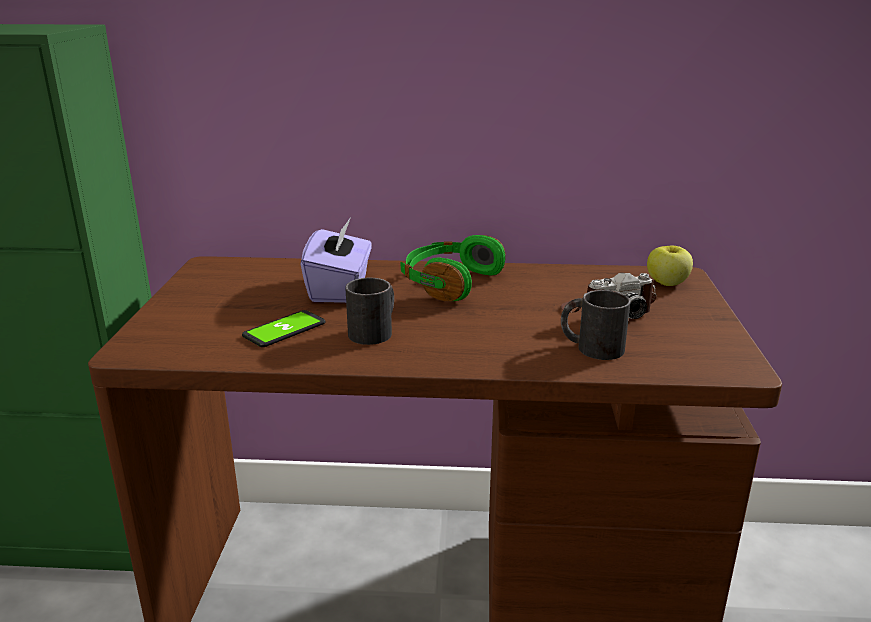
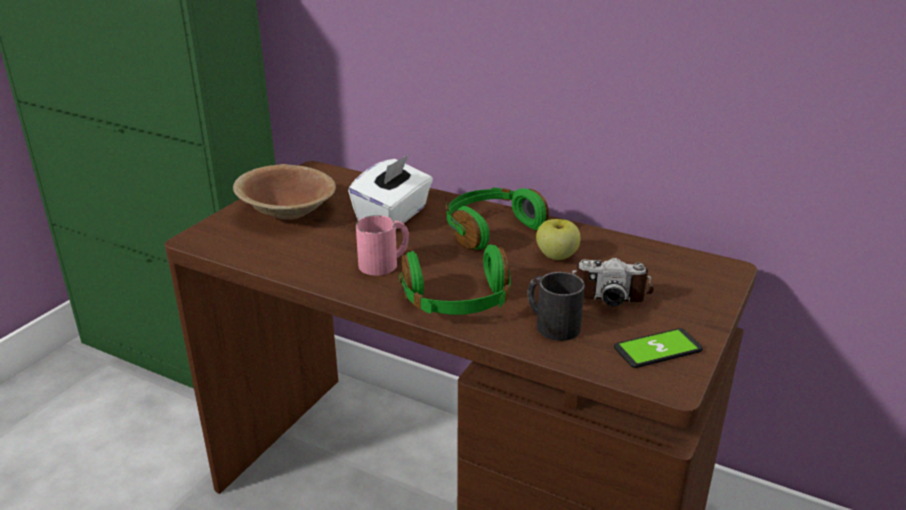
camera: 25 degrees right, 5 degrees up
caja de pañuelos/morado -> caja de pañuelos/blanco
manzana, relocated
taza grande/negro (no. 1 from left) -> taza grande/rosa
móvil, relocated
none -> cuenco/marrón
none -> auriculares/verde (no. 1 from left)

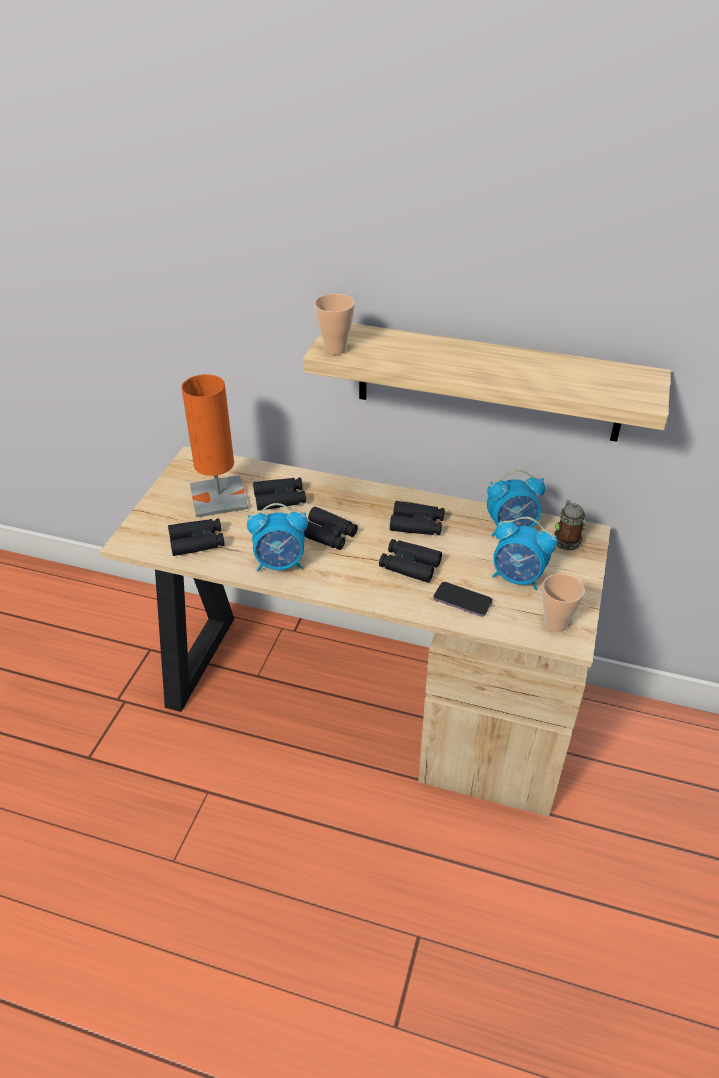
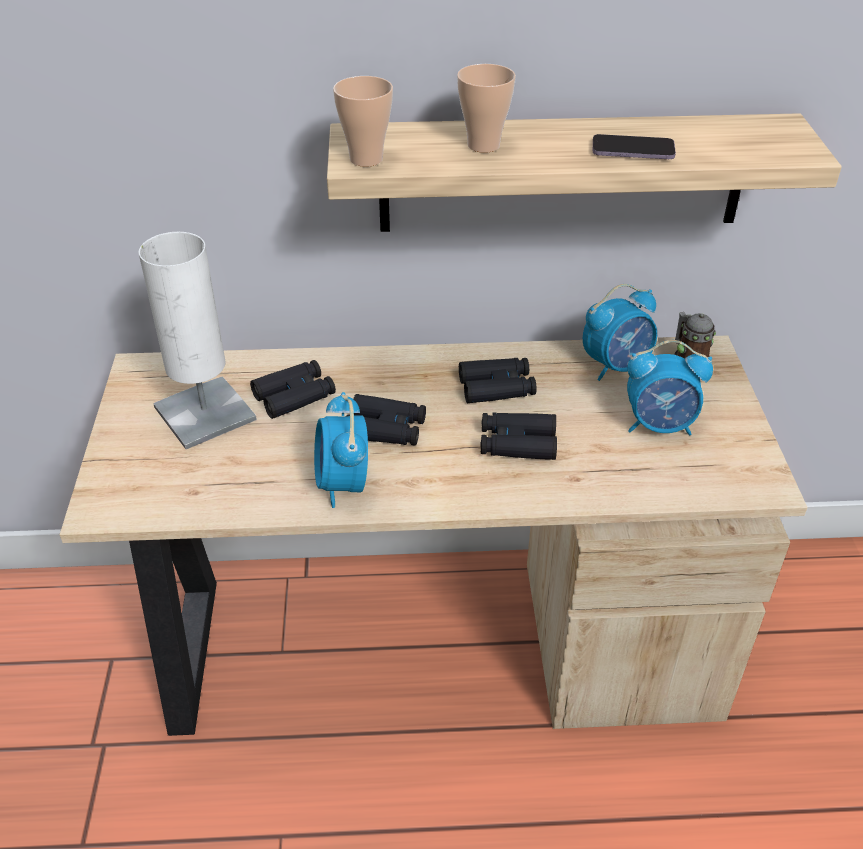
camera: 20 degrees left, 0 degrees up
lámpara de mesa/naranja -> lámpara de mesa/blanco
despertador (no. 1 from left), 105 degrees clockwise
prismáticos/negro (no. 1 from left) -> none
taza (no. 2 from left), relocated
móvil, relocated

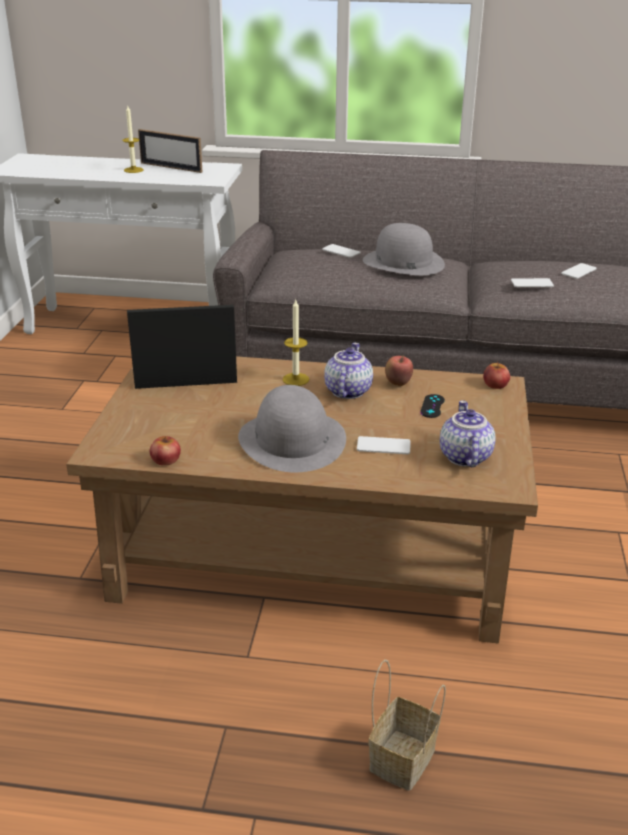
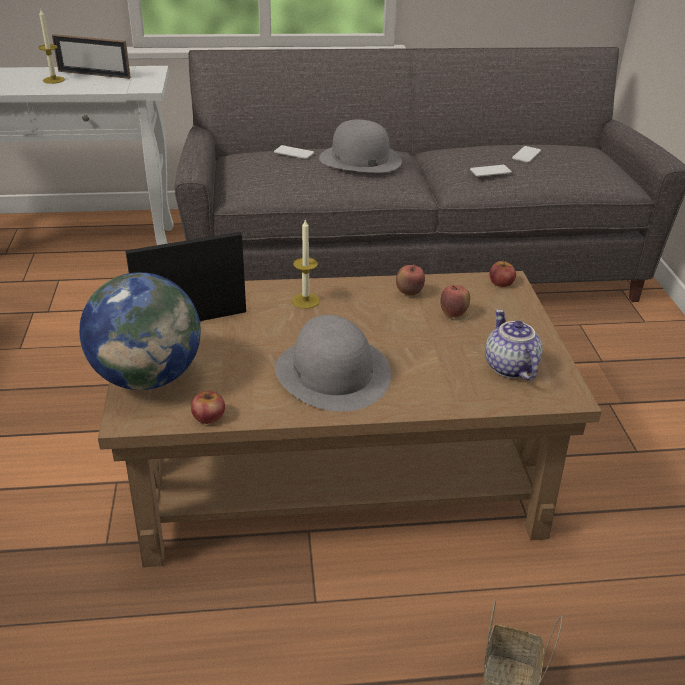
camera: 15 degrees left, 5 degrees up
tetera (no. 1 from left) -> none
mando de consola/negro -> manzana (no. 3 from left)
móvil (no. 2 from left) -> none
none -> globo terráqueo

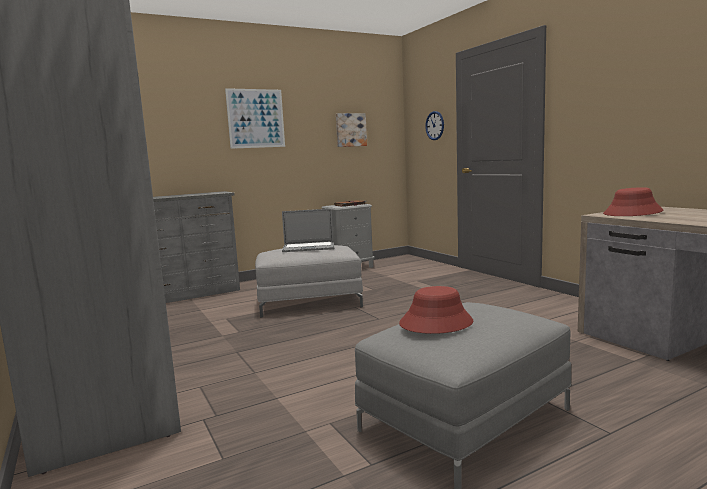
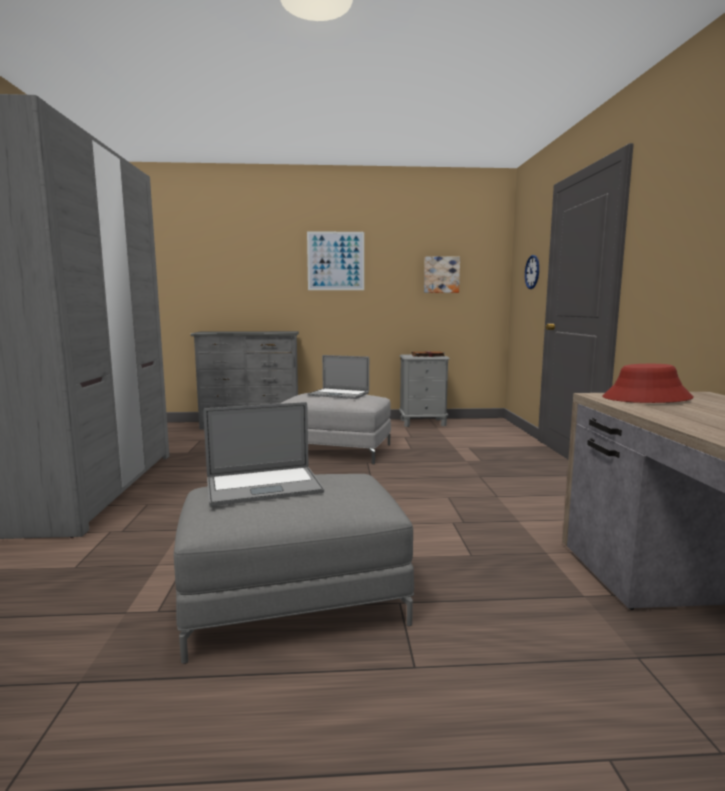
camera: 25 degrees right, 0 degrees up
sombrero/rojo (no. 1 from left) -> portátil (no. 1 from left)

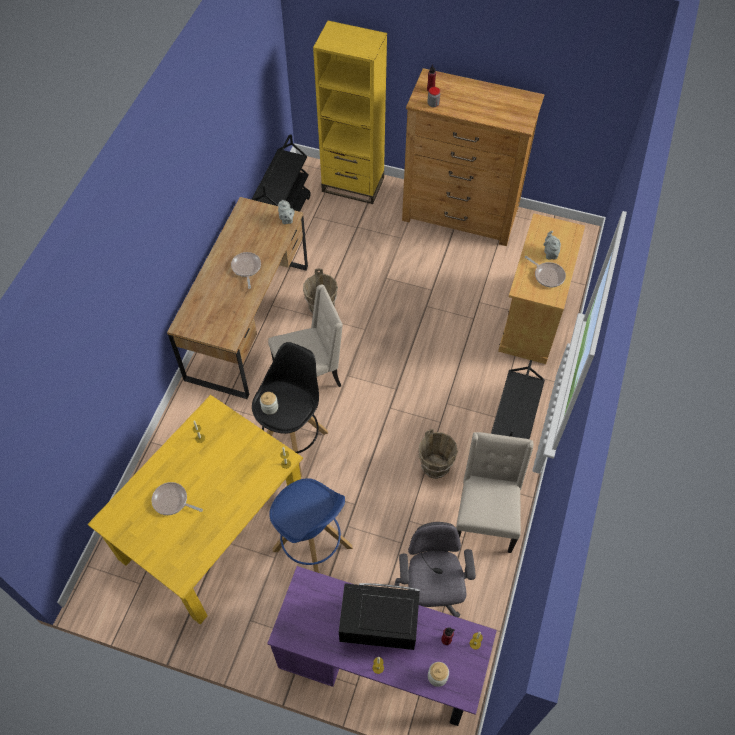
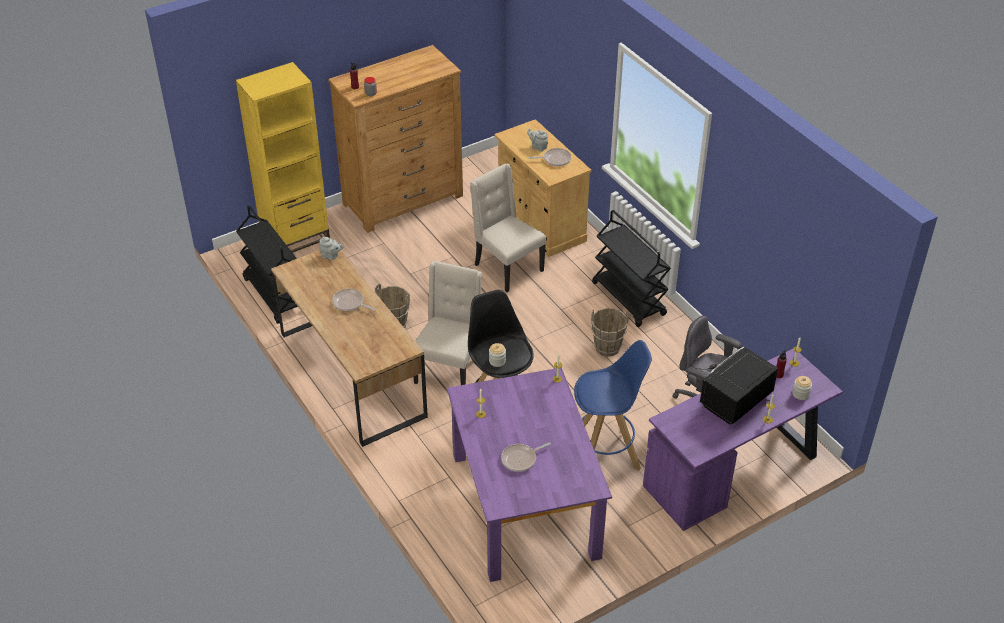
camera: 50 degrees left, 15 degrees down
mesa de comedor/amarillo -> mesa de comedor/morado
silla/beis (no. 2 from left), relocated

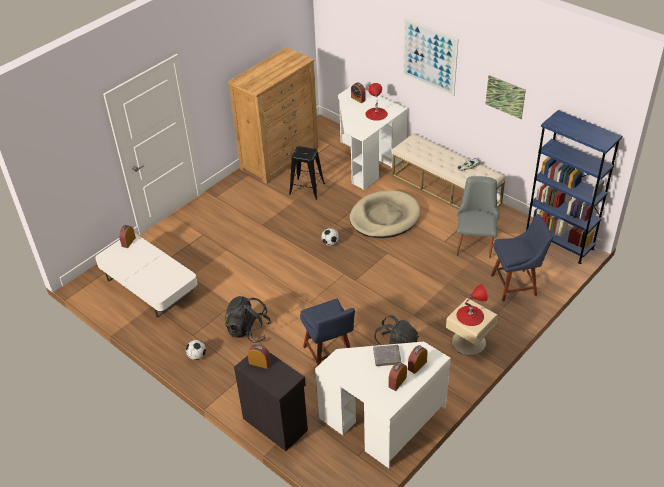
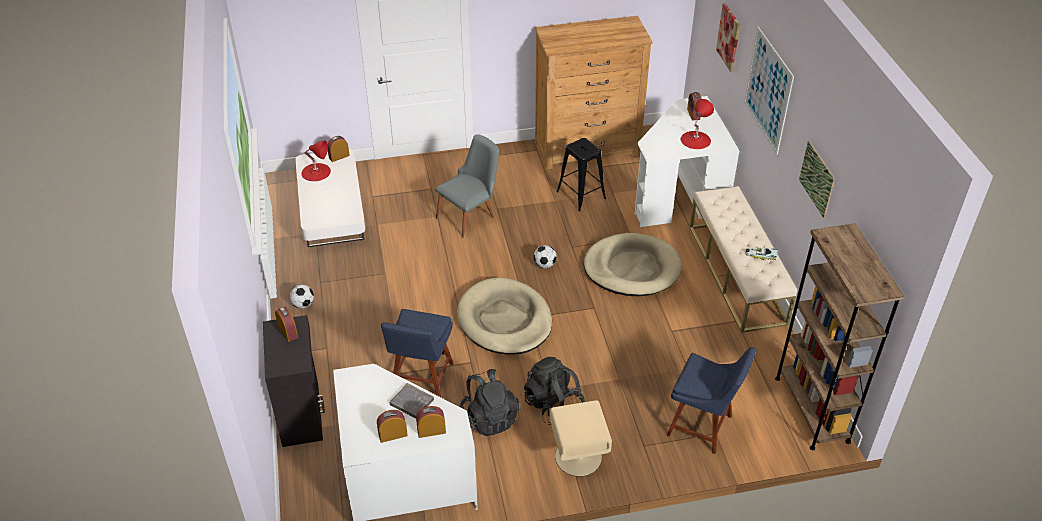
camera: 35 degrees right, 0 degrees up
estantería/azul -> estantería/marrón
silla/gris, relocated
lámpara de mesa/rojo (no. 2 from left in the first image) -> lámpara de mesa/rojo (no. 1 from left), relocated
mochila/negro (no. 1 from left in the first image) -> mochila/negro (no. 2 from left), relocated
none -> cuadro (no. 1 from left)
none -> cama para perro/beis (no. 1 from left)

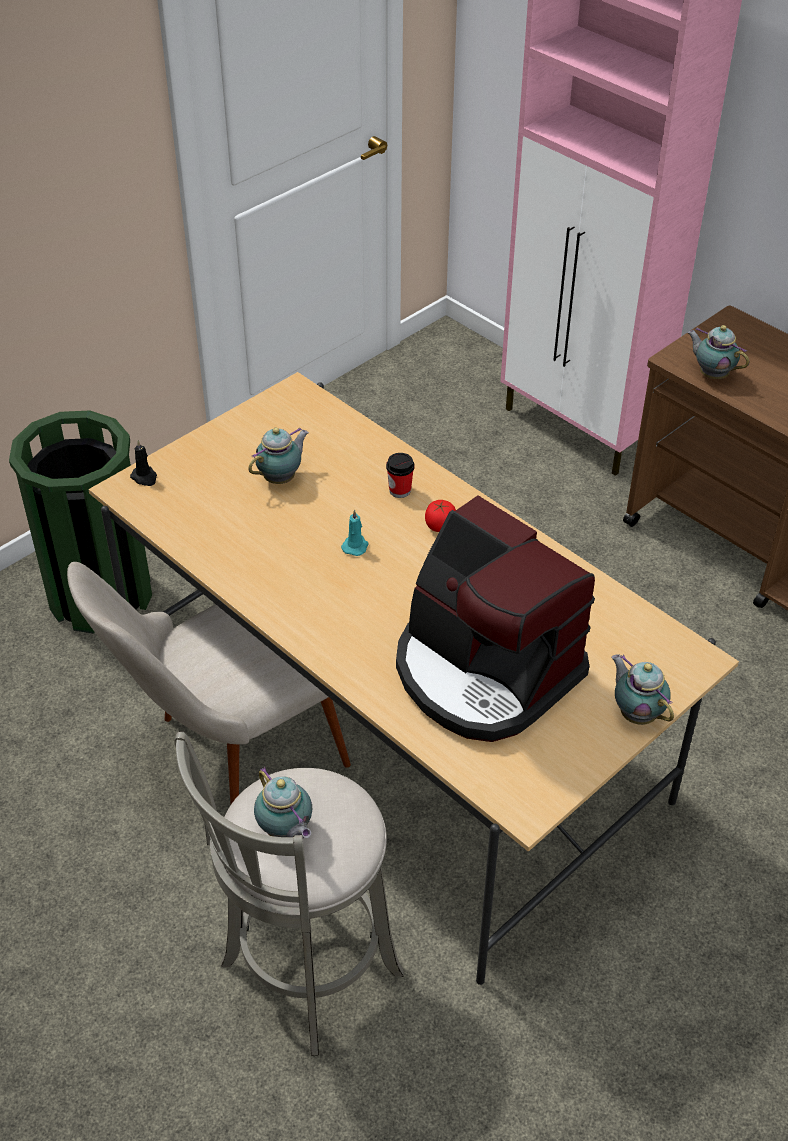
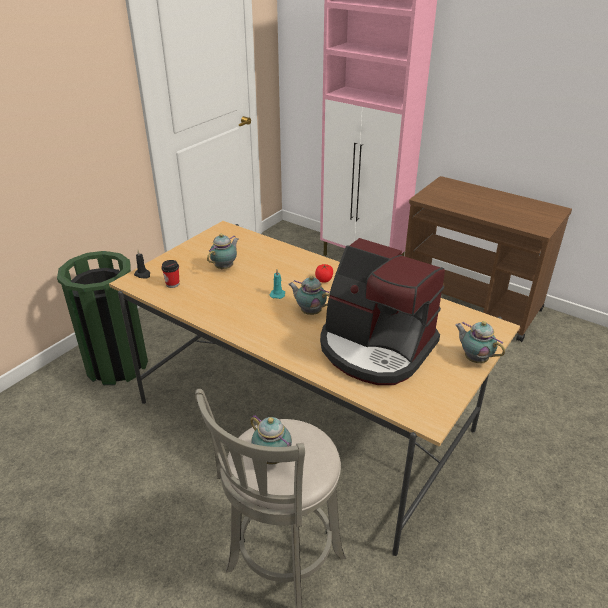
camera: 10 degrees left, 10 degrees down
tetera (no. 4 from left in the first image) -> tetera (no. 3 from left), relocated
taza, relocated
silla/beis -> none

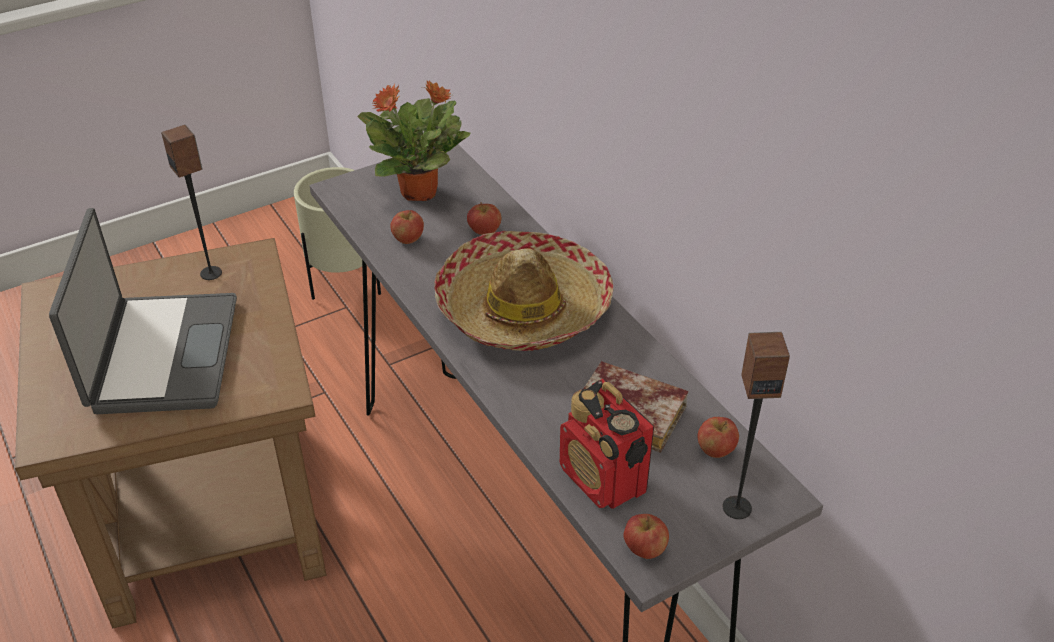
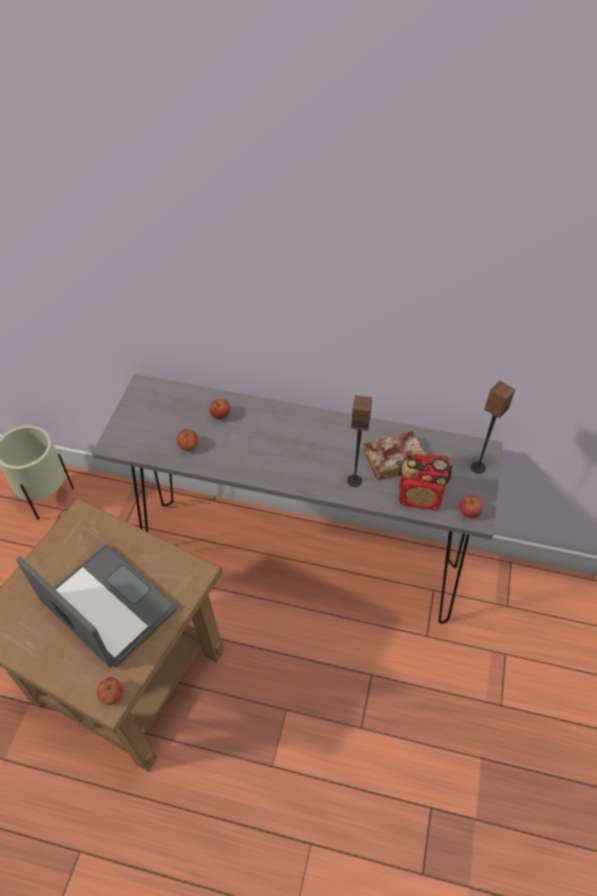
camera: 45 degrees left, 10 degrees up
planta en maceta -> none
altavoz (no. 1 from left), relocated
sombrero -> none
manzana (no. 4 from left in the first image) -> manzana (no. 1 from left), relocated

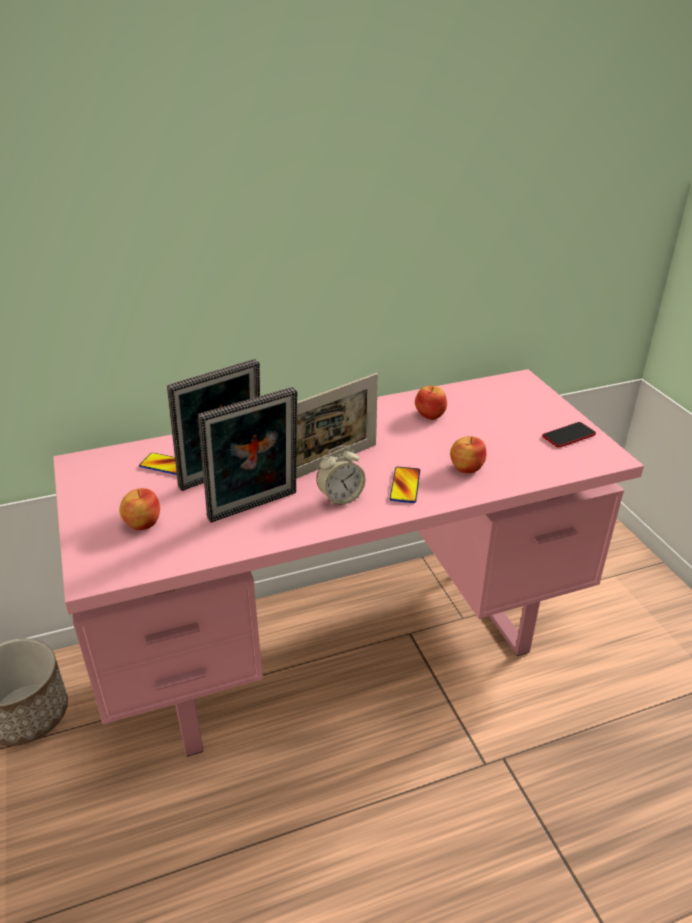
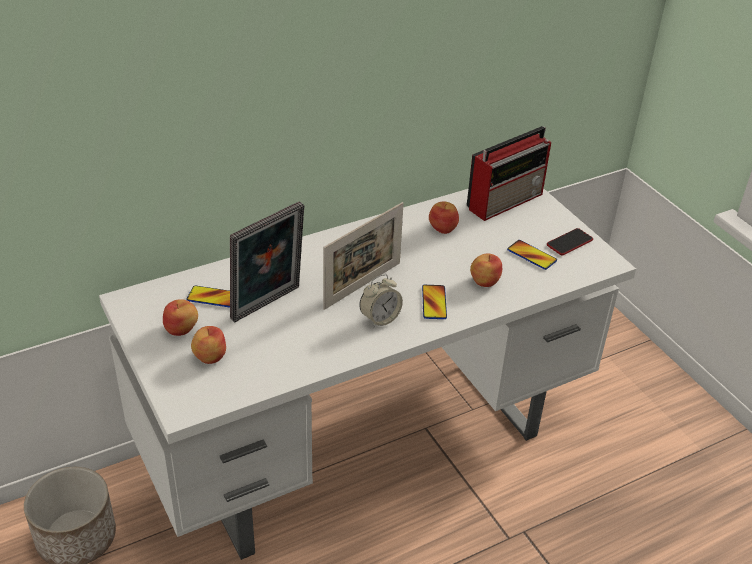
camera: 10 degrees left, 5 degrees up
escritorio/rosa -> escritorio/blanco
portarretratos (no. 2 from left) -> none
none -> radio
none -> móvil (no. 3 from left)
none -> manzana (no. 1 from left)

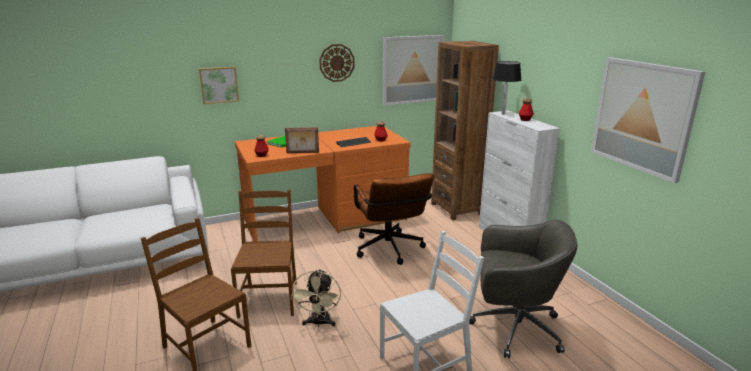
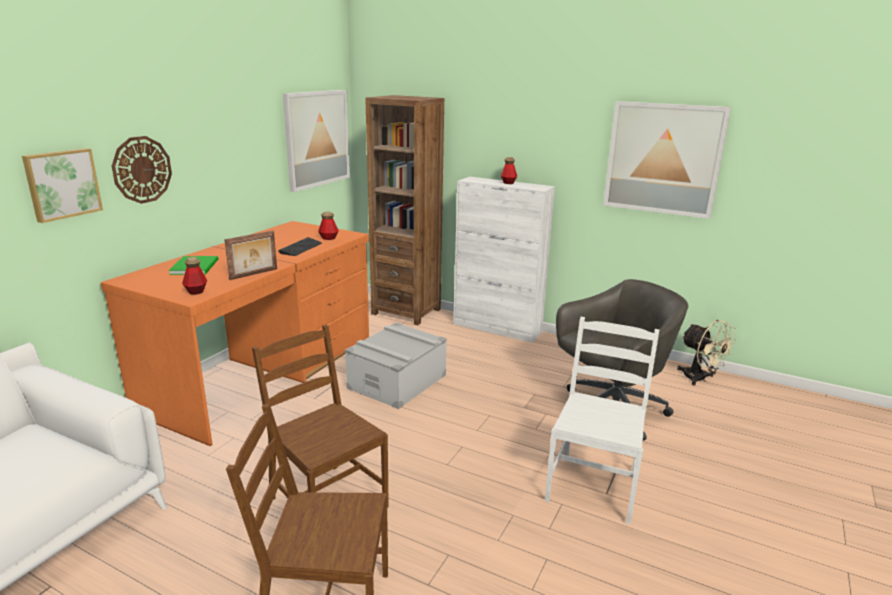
camera: 40 degrees left, 0 degrees up
reloj de pared, relocated
lámpara de mesa/negro -> none
silla de oficina/marrón -> caja de almacenaje/gris
ventilador/beis, relocated

